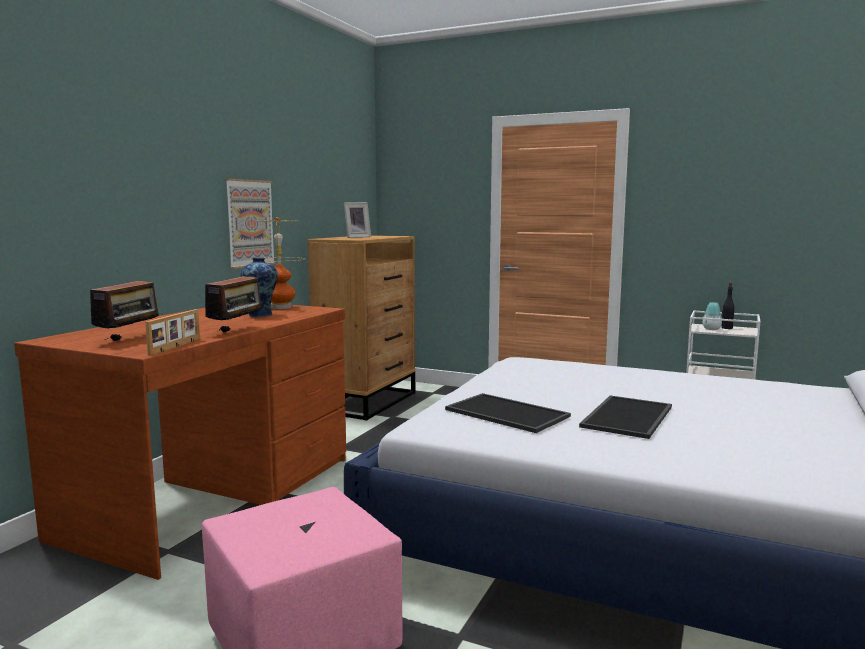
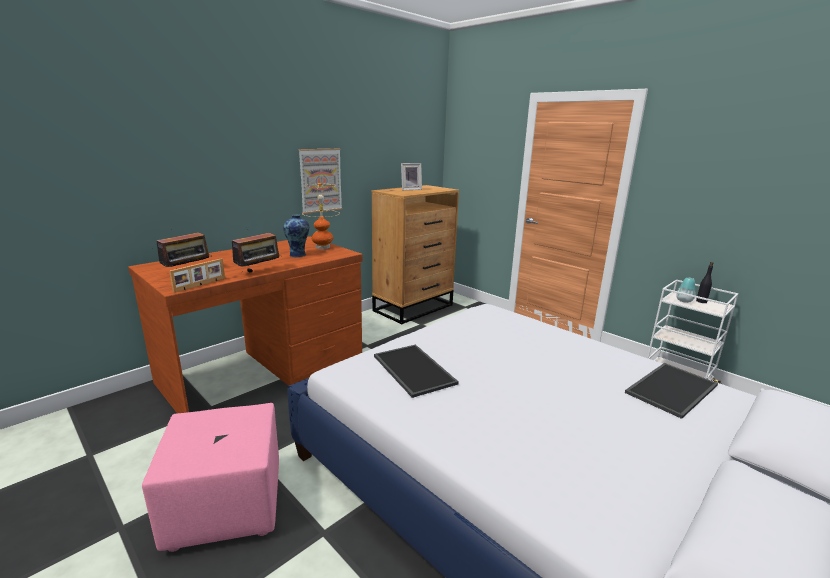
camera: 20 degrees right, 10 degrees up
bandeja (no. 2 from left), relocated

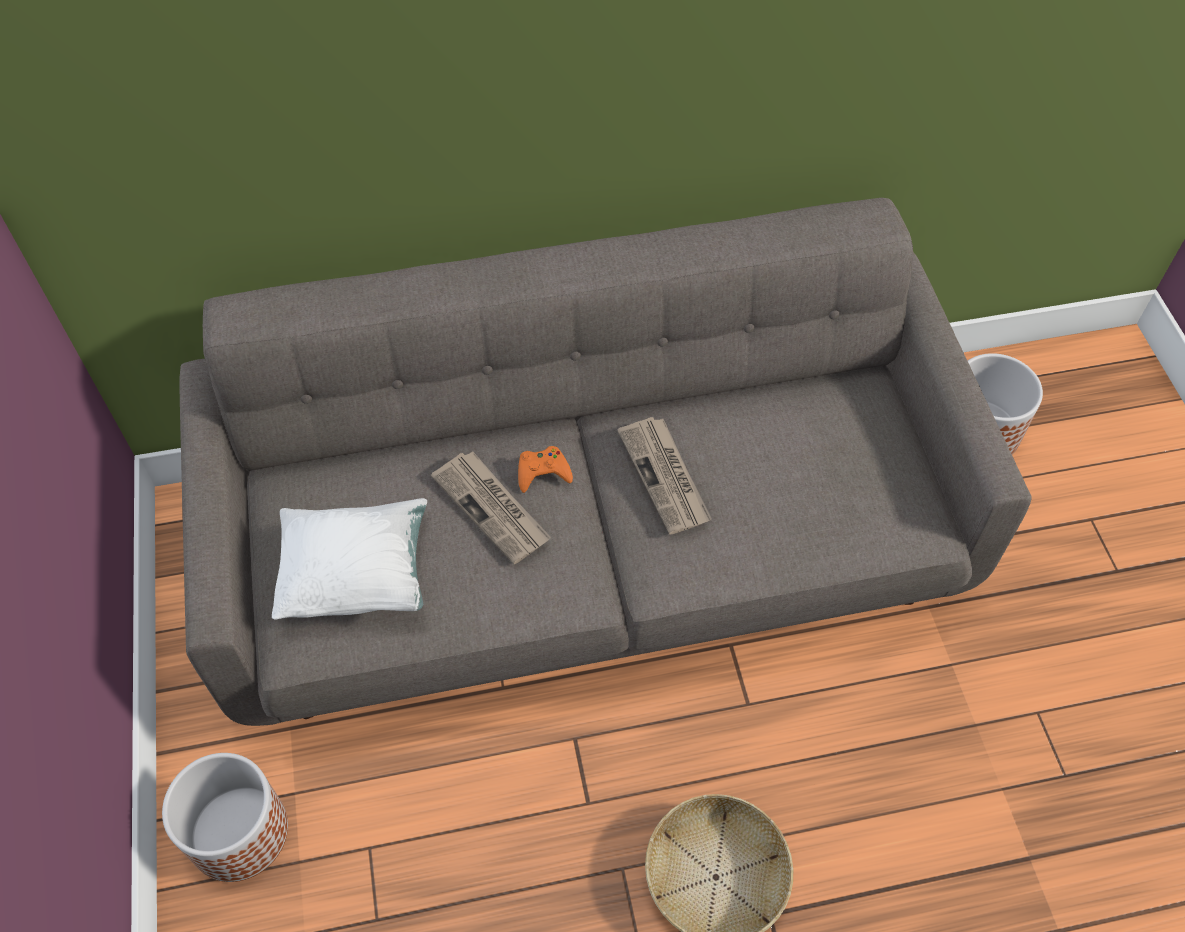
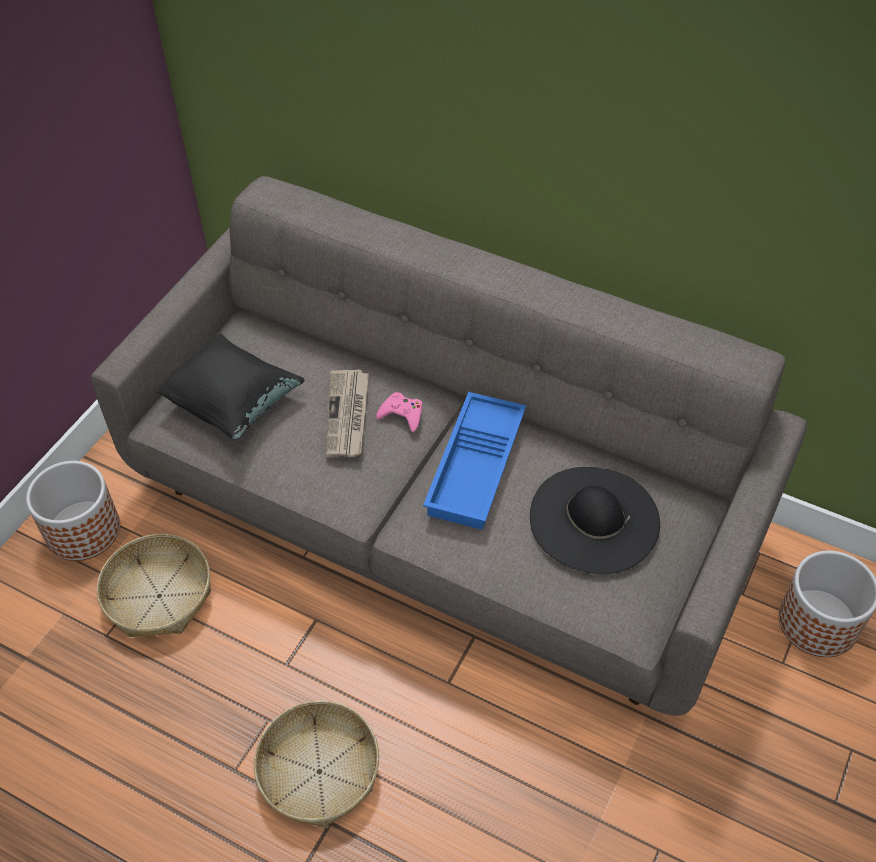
camera: 40 degrees right, 5 degrees down
periódico (no. 2 from left) -> bandeja/azul
mando de consola/naranja -> mando de consola/rosa
cojín/blanco -> cojín/negro
none -> sombrero/negro
none -> cesta (no. 1 from left)

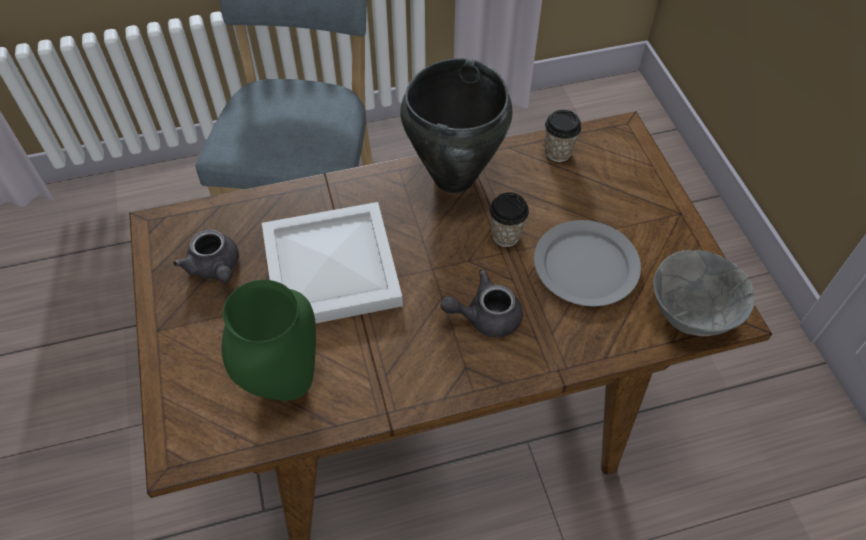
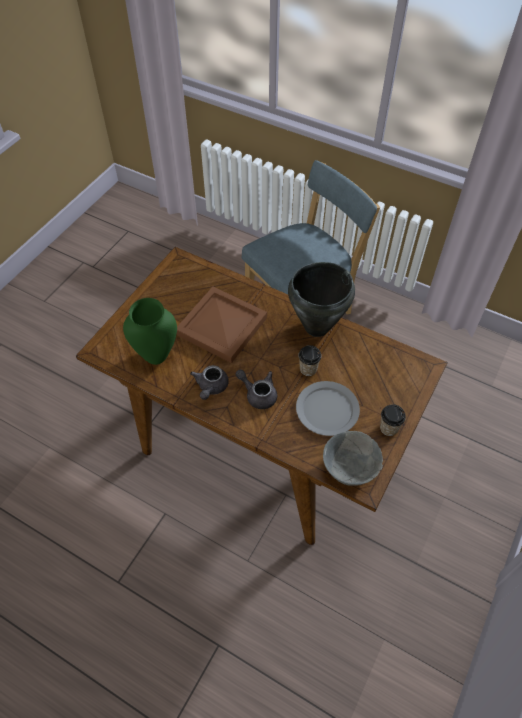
camera: 45 degrees right, 0 degrees up
taza (no. 2 from left), relocated
bandeja/blanco -> bandeja/marrón
tetera/gris (no. 1 from left), relocated

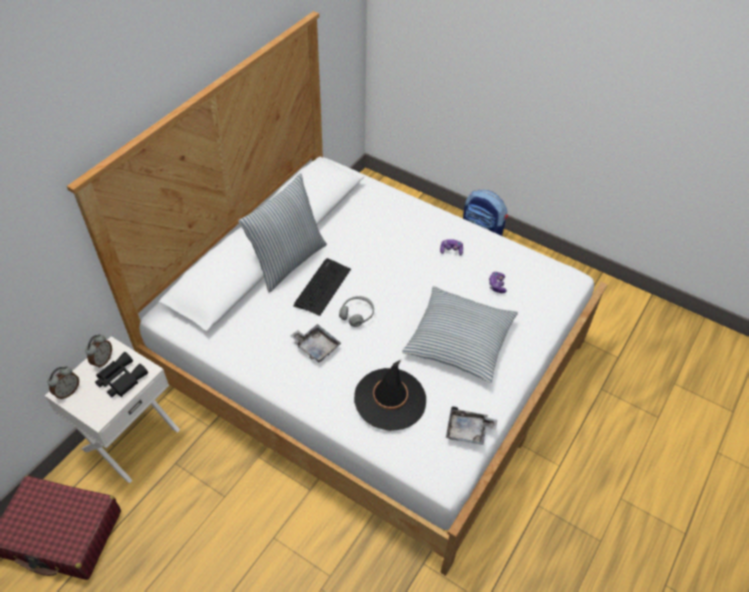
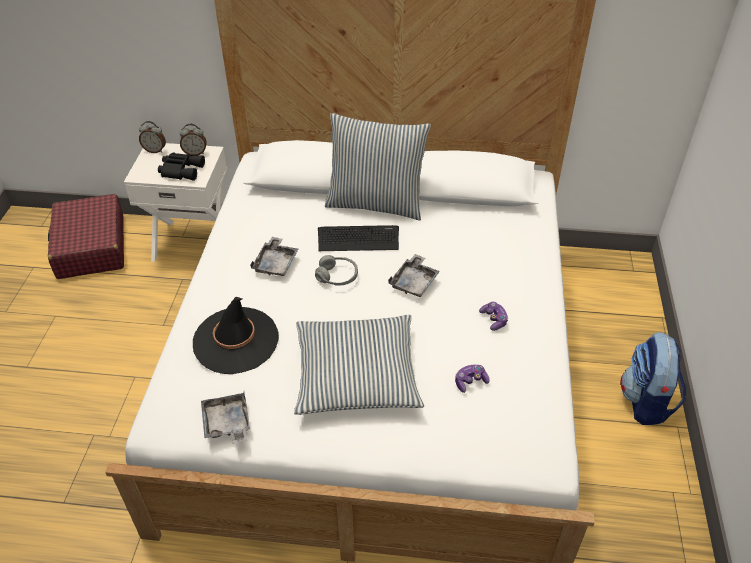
camera: 65 degrees right, 5 degrees down
none -> bandeja/gris (no. 3 from left)

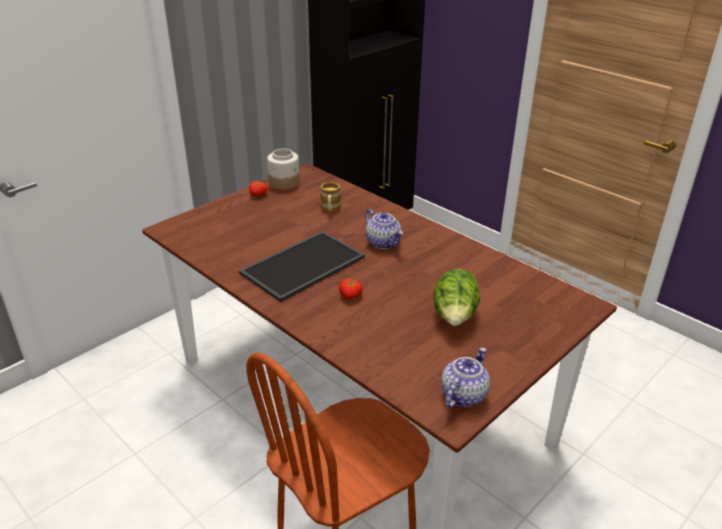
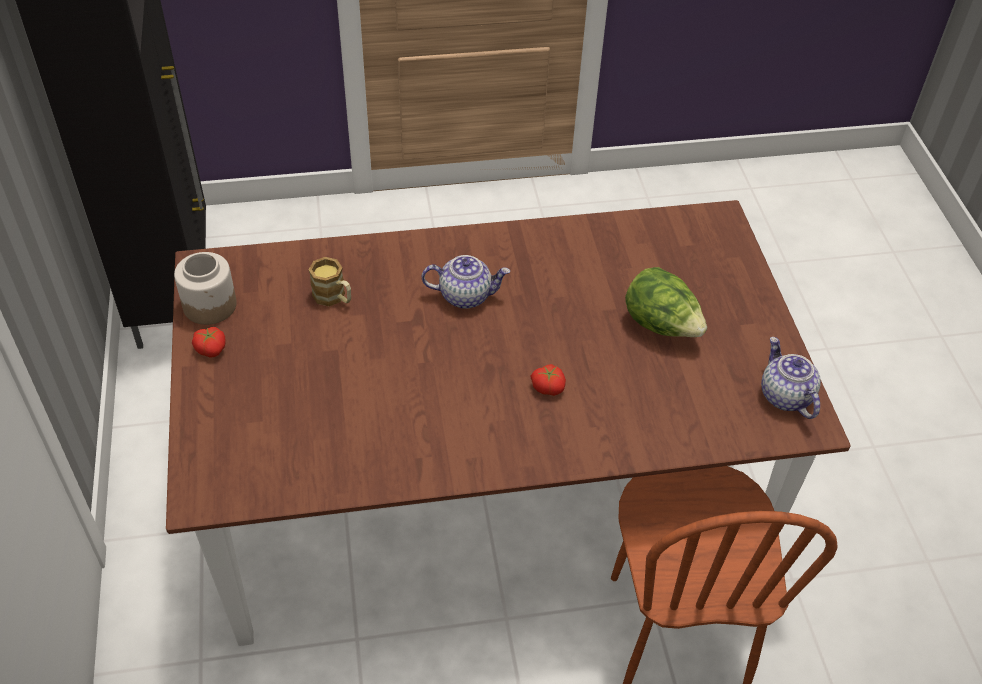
camera: 55 degrees left, 15 degrees up
bandeja -> none

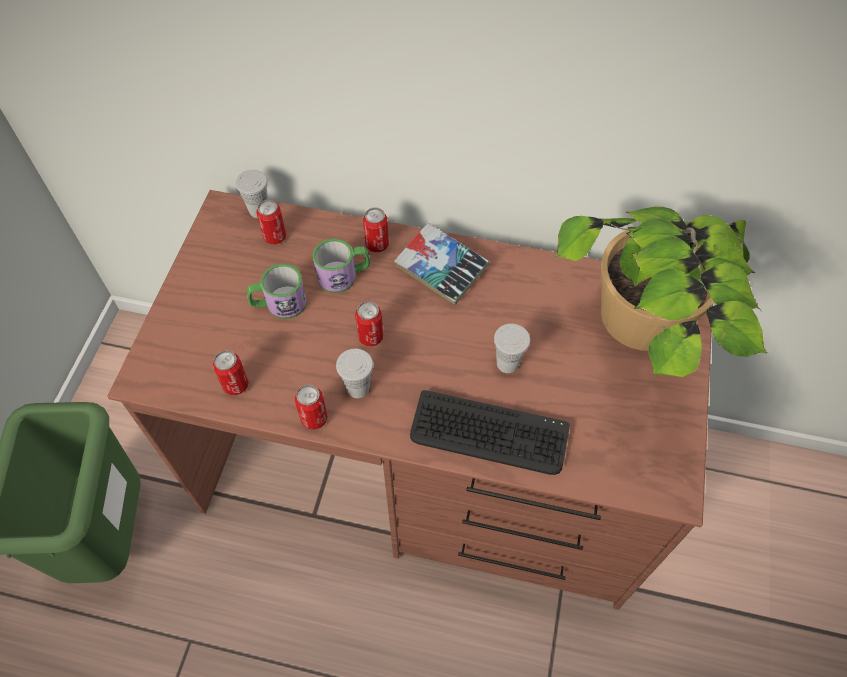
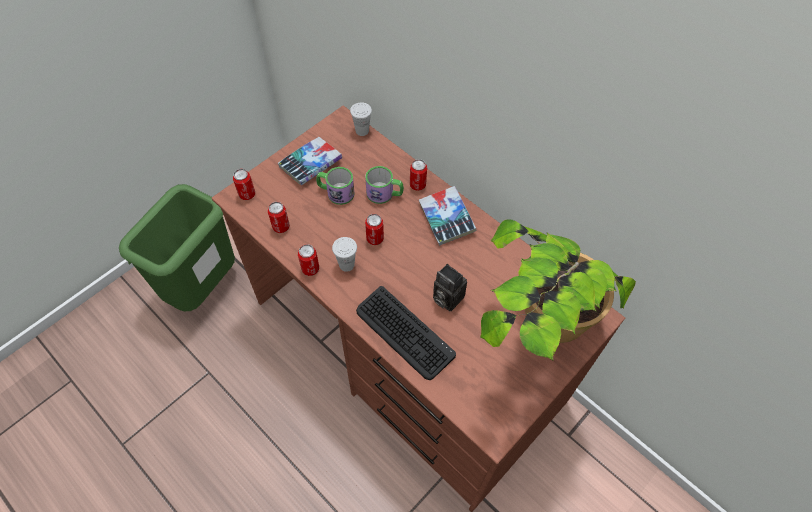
camera: 30 degrees right, 0 degrees up
lata (no. 2 from left in the first image) -> lata (no. 1 from left), relocated
taza/blanco (no. 3 from left) -> cámara
none -> libro (no. 1 from left)

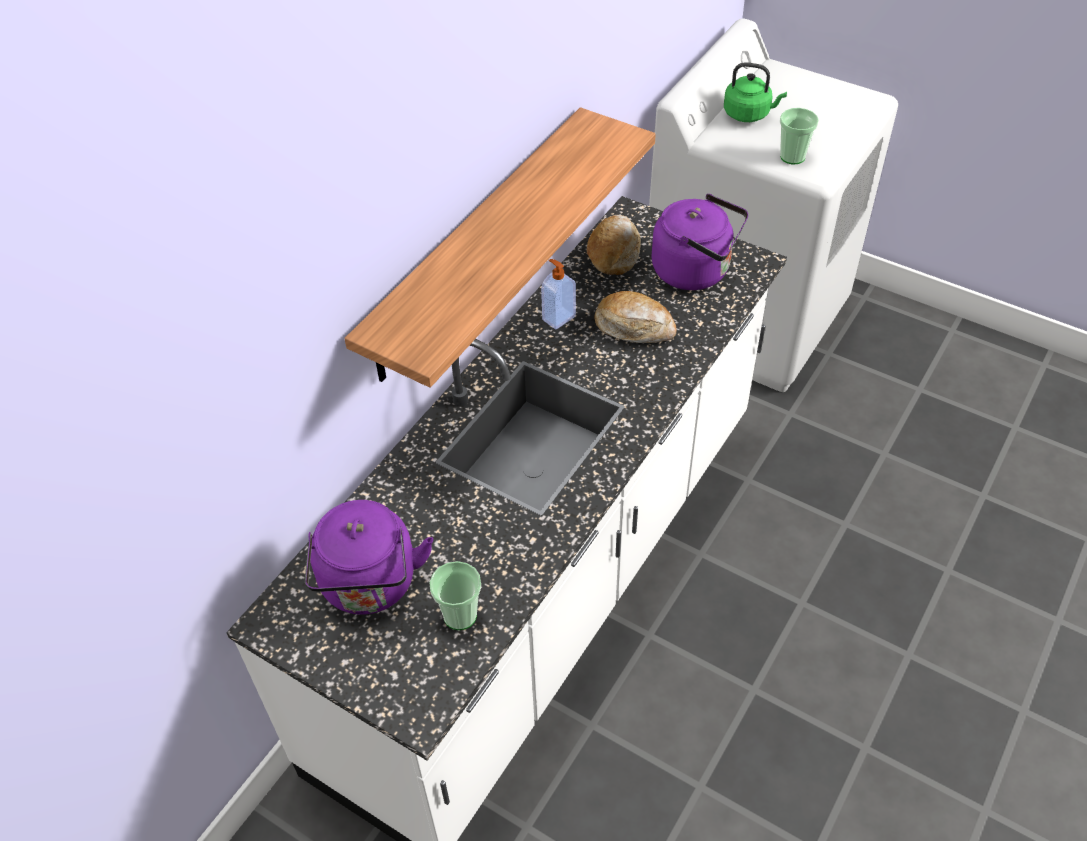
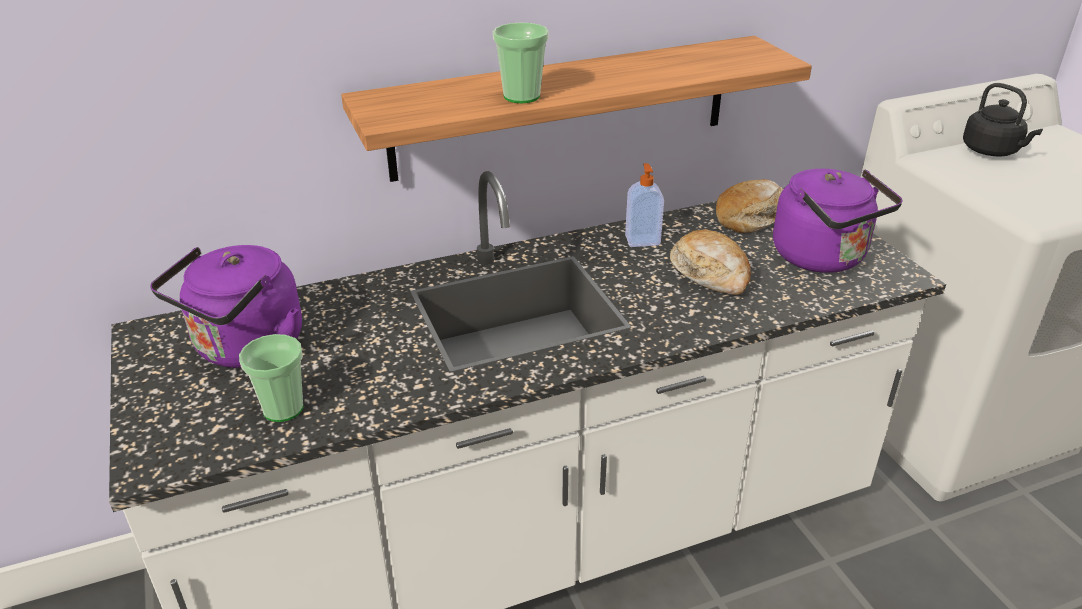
camera: 35 degrees right, 15 degrees down
hervidor/verde -> hervidor/negro
taza (no. 2 from left), relocated

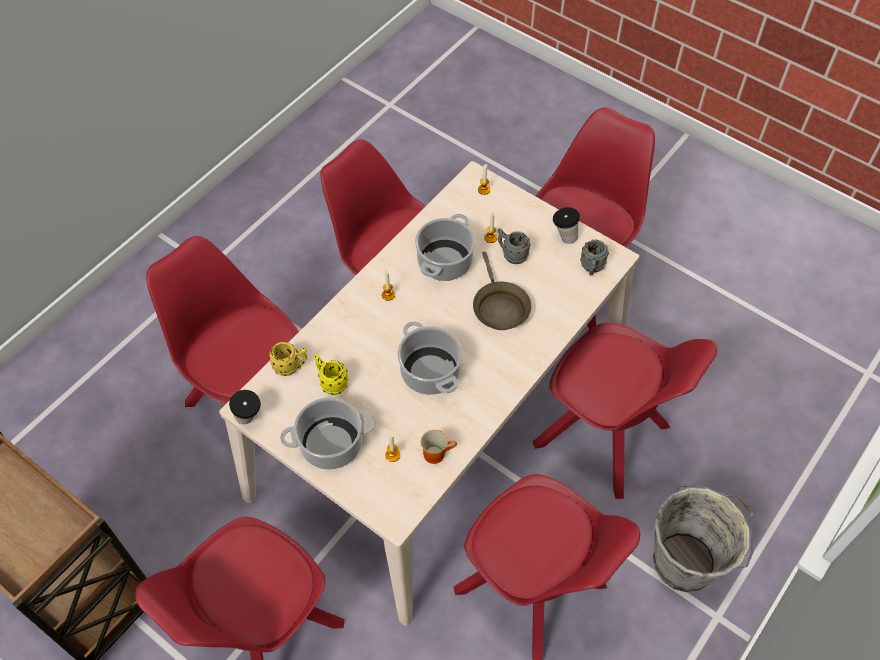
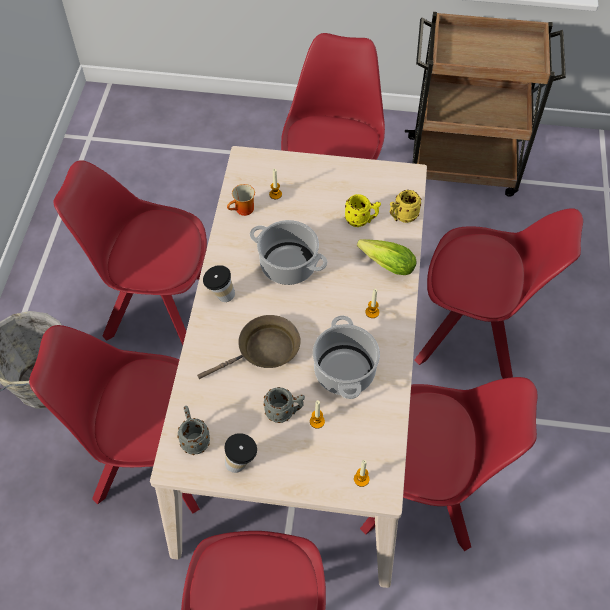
camera: 150 degrees right, 0 degrees up
sartén/marrón, 105 degrees clockwise
taza (no. 1 from left), relocated
olla (no. 1 from left) -> none
none -> lechuga

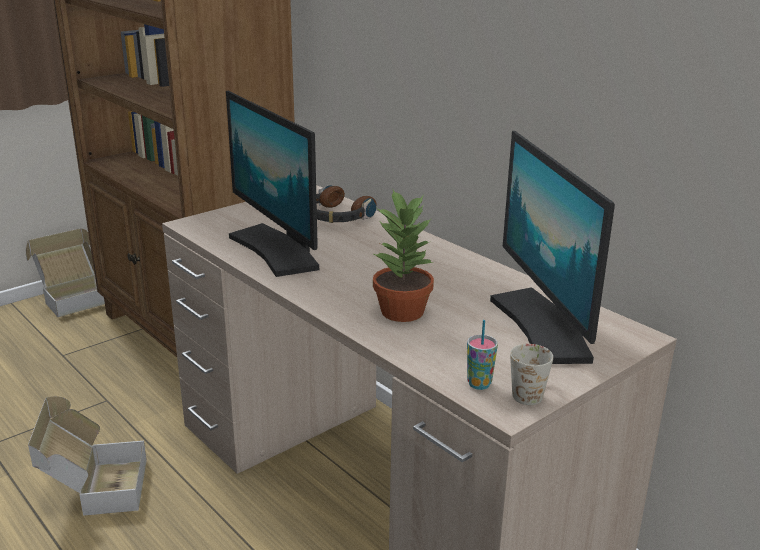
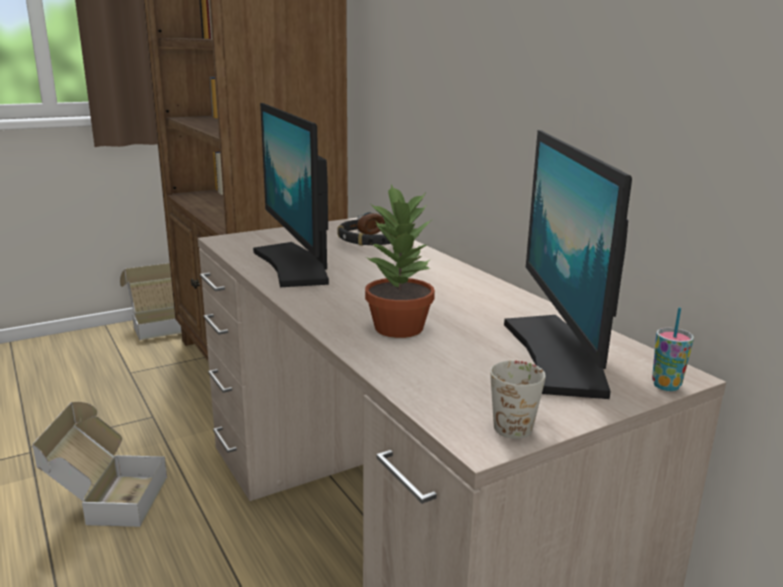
camera: 10 degrees right, 5 degrees down
taza, relocated

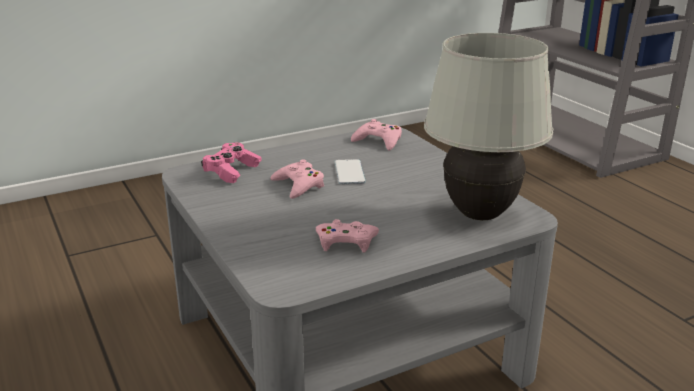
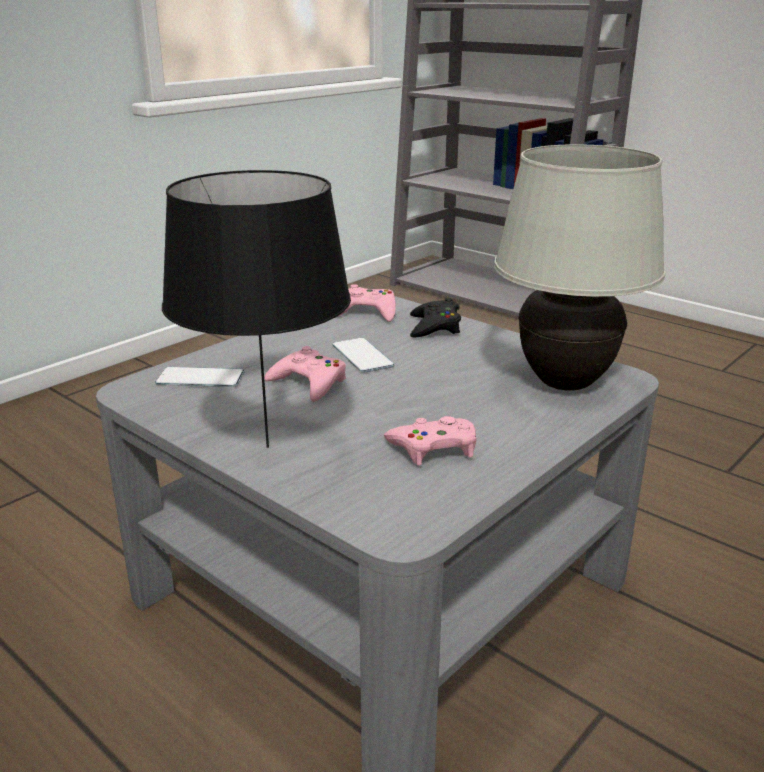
camera: 20 degrees left, 0 degrees up
mando de consola/rosa (no. 1 from left) -> móvil (no. 1 from left)
none -> lámpara de mesa/negro
none -> mando de consola/negro

